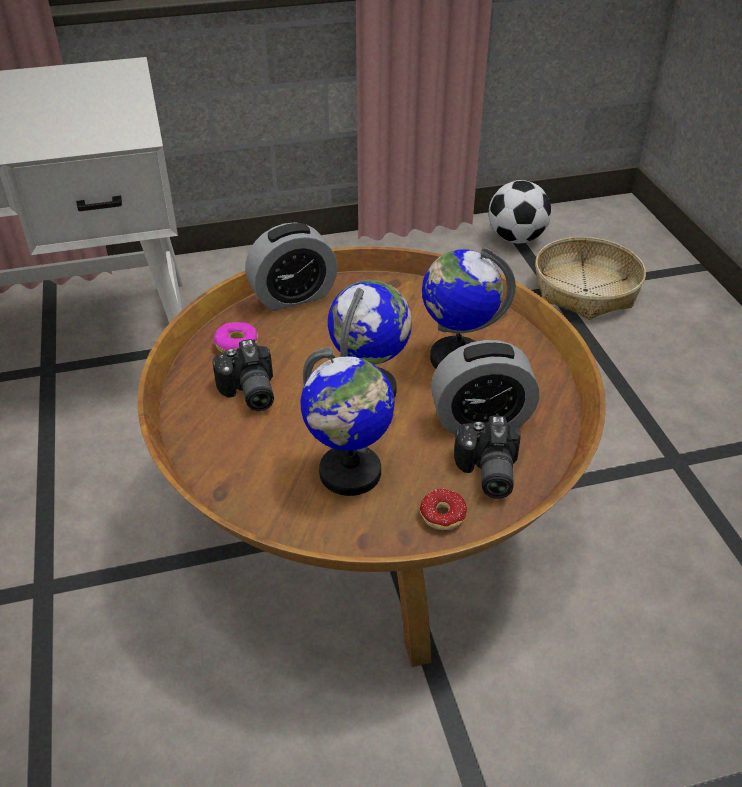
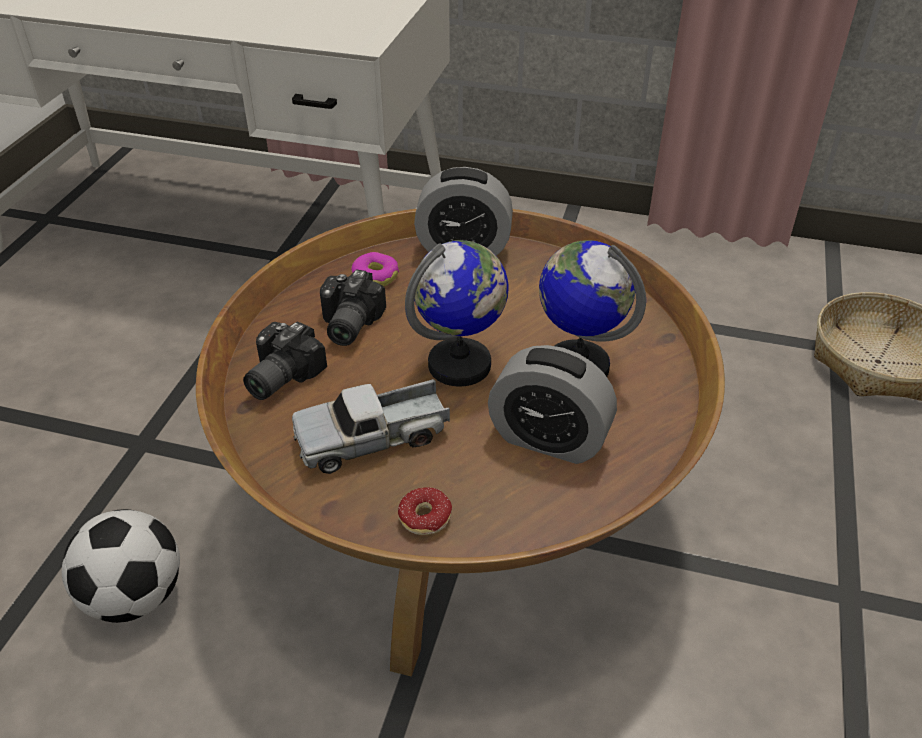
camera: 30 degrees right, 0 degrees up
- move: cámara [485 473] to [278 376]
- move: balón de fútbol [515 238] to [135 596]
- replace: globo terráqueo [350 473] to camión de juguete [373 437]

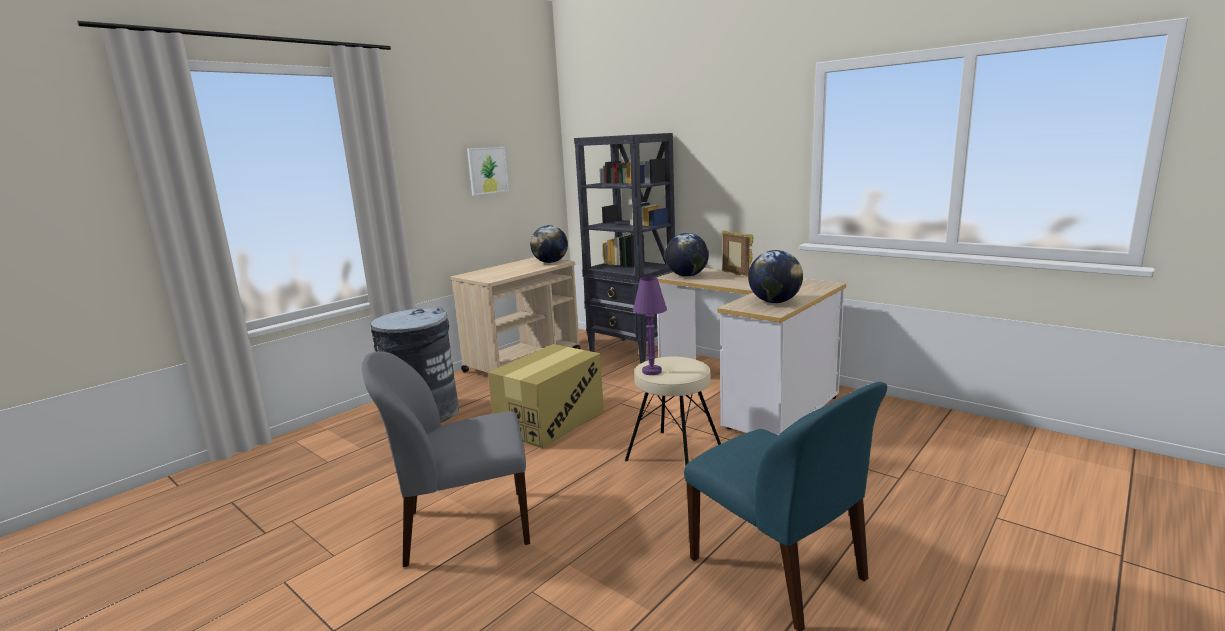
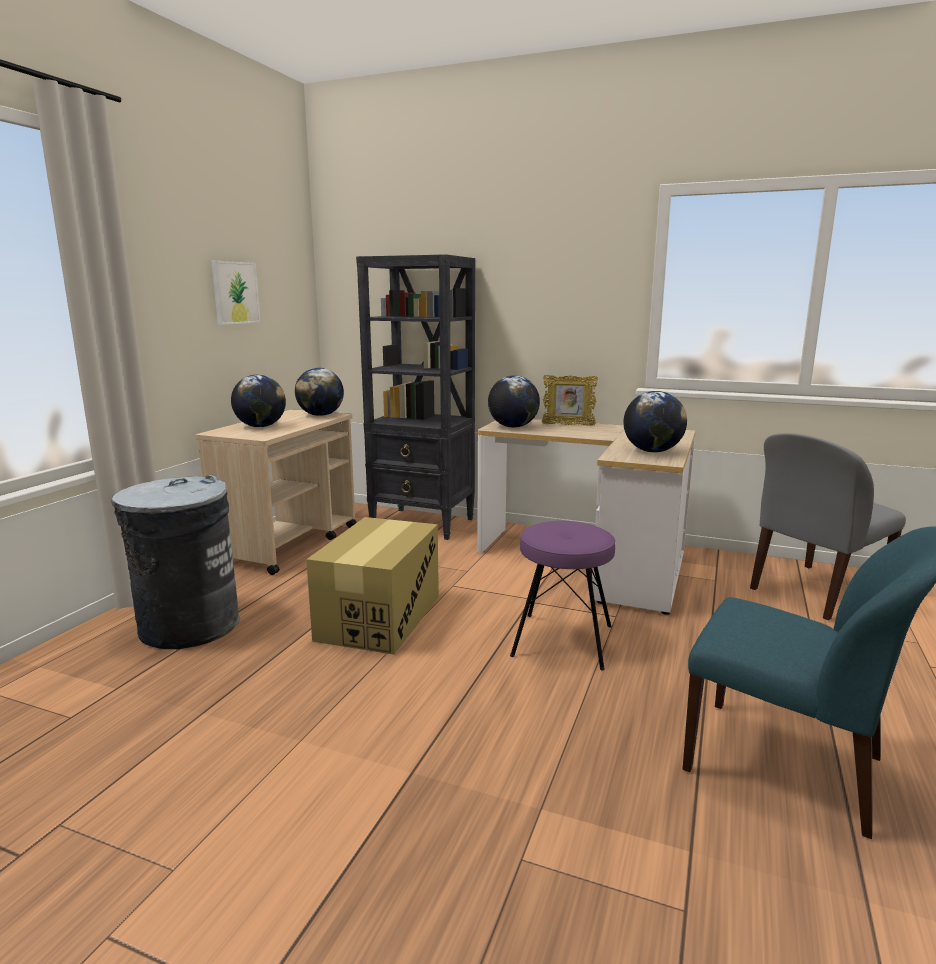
camera: 20 degrees left, 0 degrees up
- delete: lámpara de mesa (morado) [651 371]
- insert: globo terráqueo [260 426]
- move: silla (gris) [463 527] to [815 592]
- recolor: taburete (beis) [674 454] to taburete (morado) [562 640]
- rotate: portarretratos [736 275] = [568 425] 150 degrees clockwise

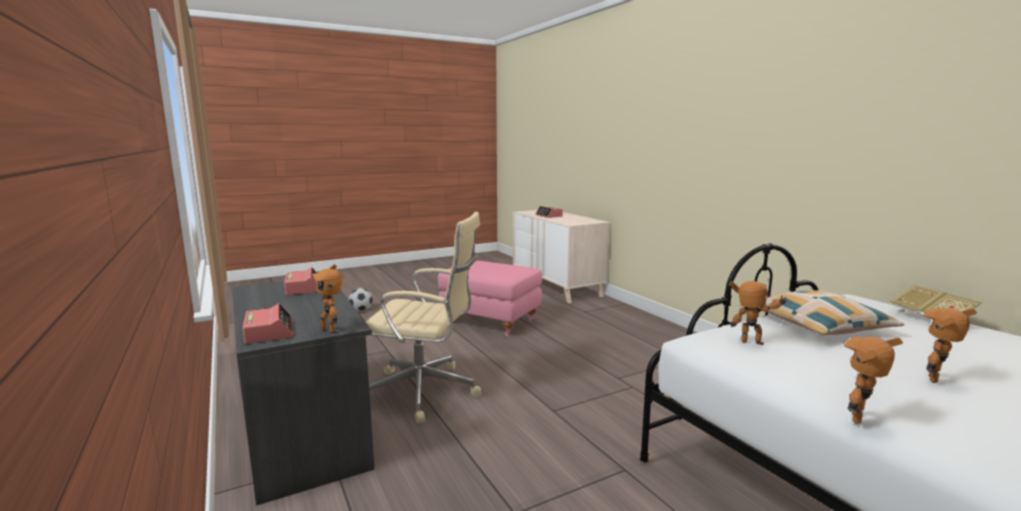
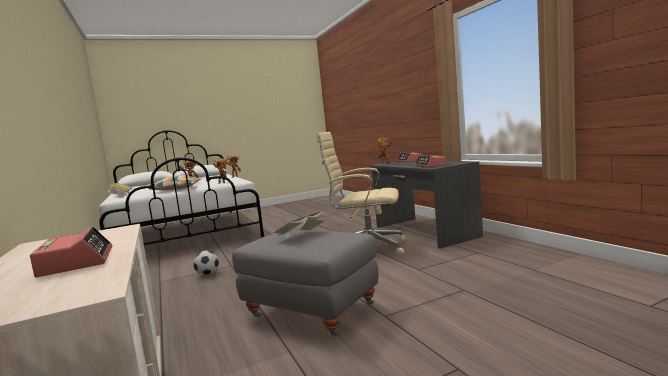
camera: 175 degrees left, 5 degrees down
- insert: libro [302 236]
- move: balón de fútbol [361 310] to [208 274]
- recolor: puf (rosa) [491 321] to puf (gris) [310 313]

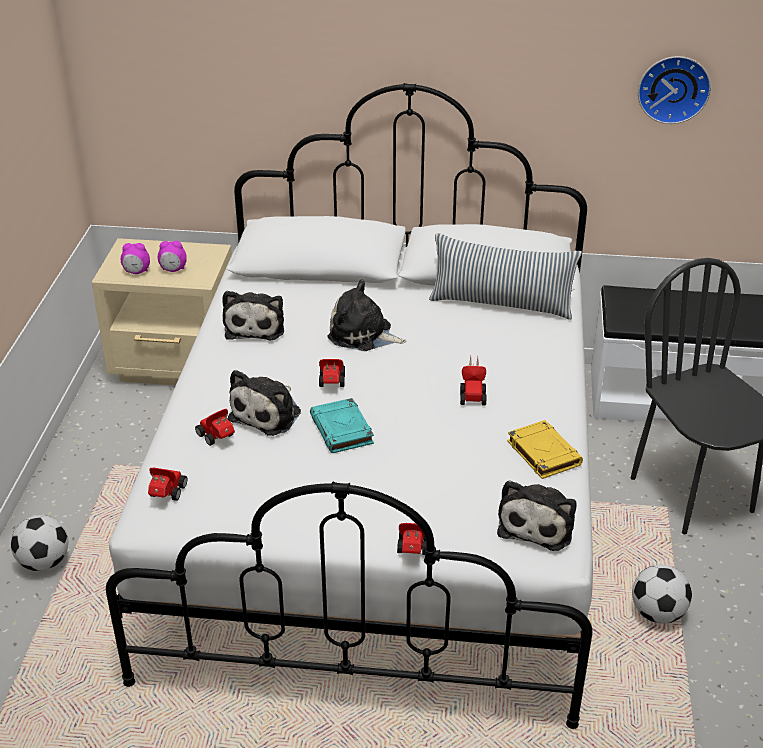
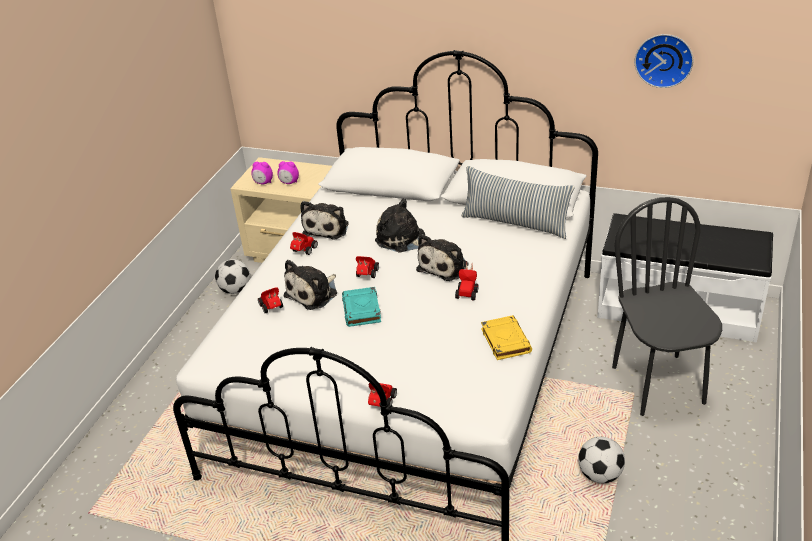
camera: 15 degrees right, 0 degrees up
- move: balón de fútbol [44 562] to [235 290]
- move: coche de juguete [166 495] to [303 251]
- move: peluche [537 523] to [445 266]

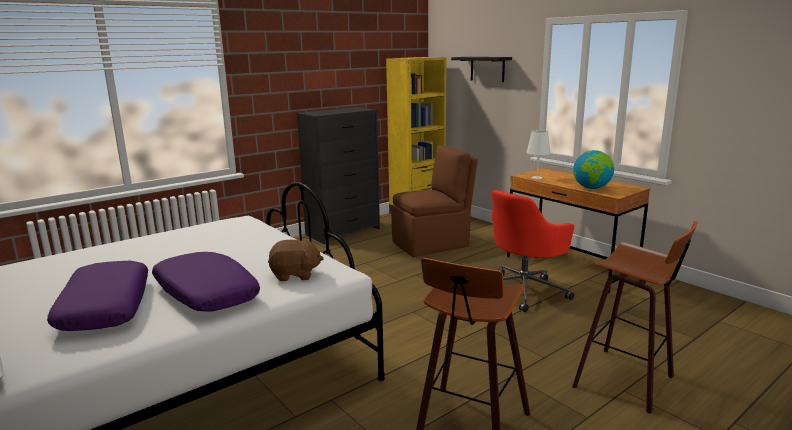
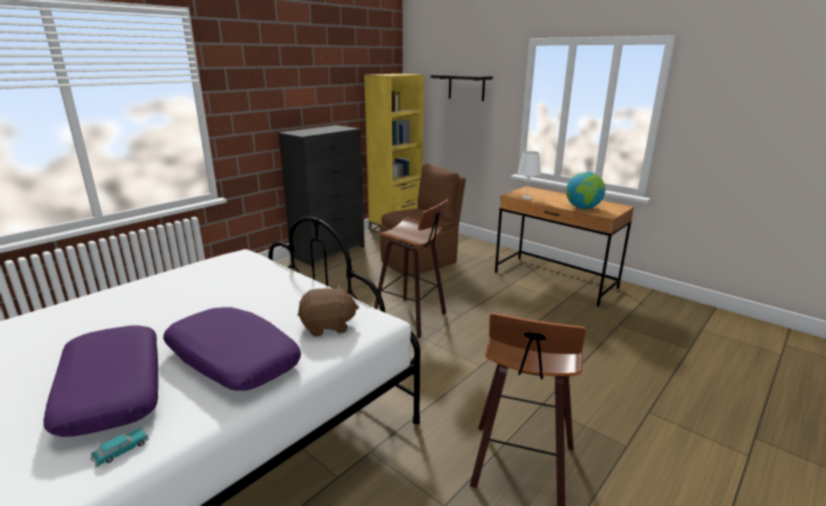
camera: 10 degrees left, 5 degrees up
- delete: silla de oficina (rojo) [524 291]
- insert: coche de juguete [121 451]
- move: taburete [628 381] to [412 318]

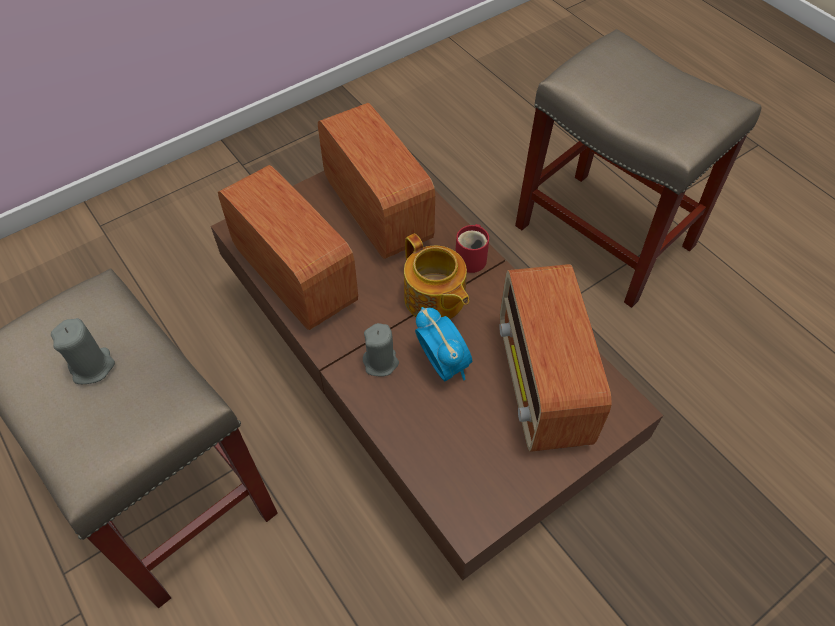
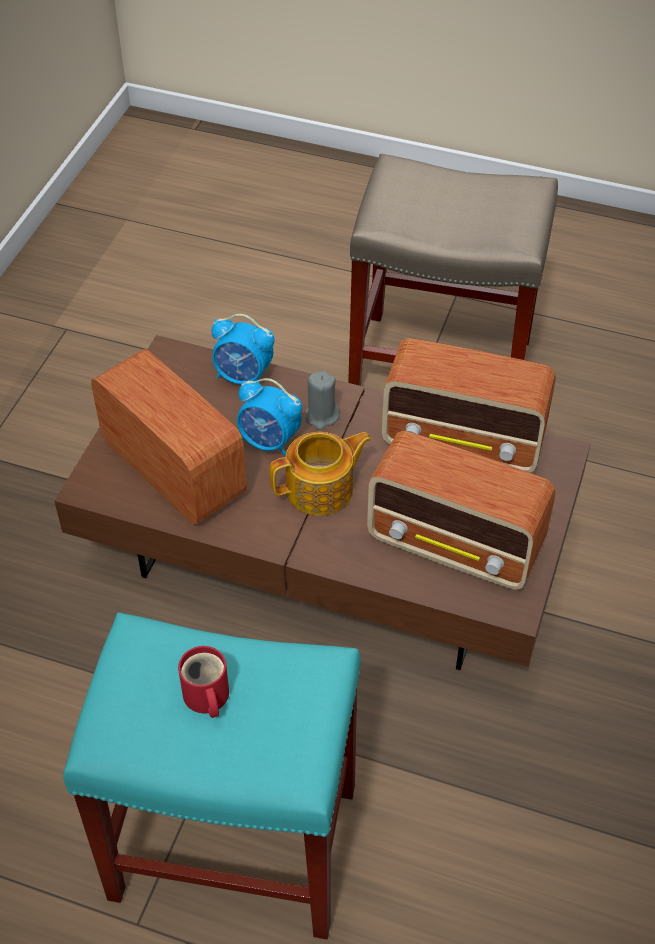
camera: 145 degrees right, 5 degrees down
- delete: vela (gris) [92 367]
- insert: despertador [243 377]
- move: taza grande (rojo) [472 258] to [205 698]
- recolor: taburete (beis) [606 237] to taburete (turquesa) [230 842]
- rotate: tetera [434 299] = [321 489] 135 degrees clockwise

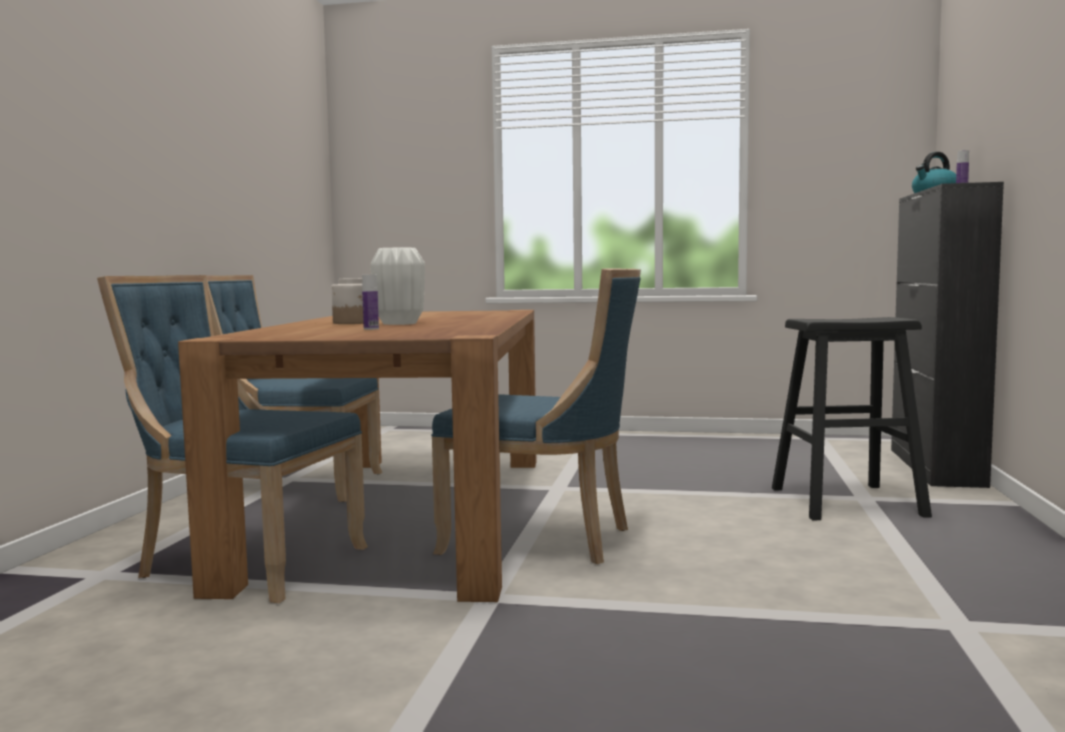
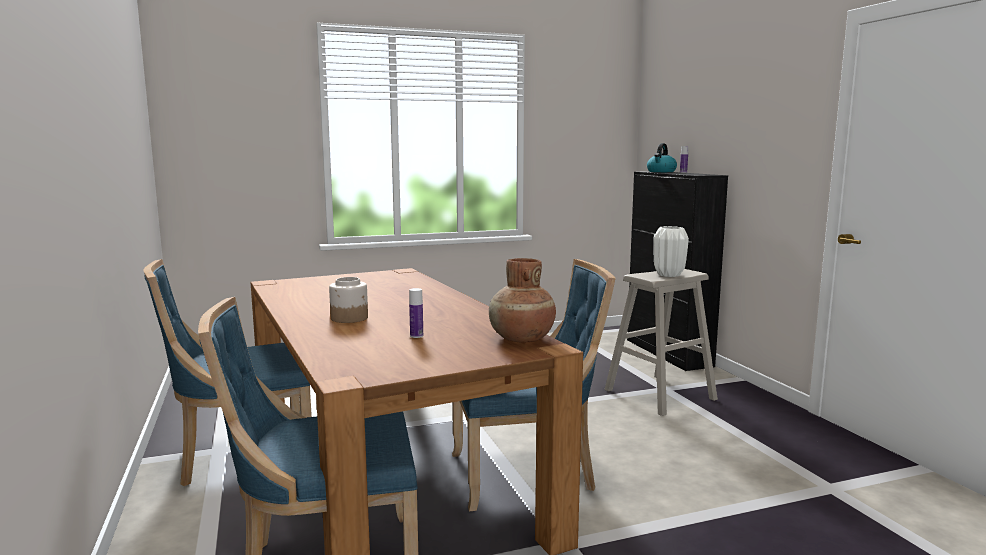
camera: 30 degrees left, 5 degrees up
- insert: florero (marrón) [521 339]
- move: florero (blanco) [399 323] to [668 275]
- recolor: taburete (negro) [846 502] to taburete (beis) [660 394]

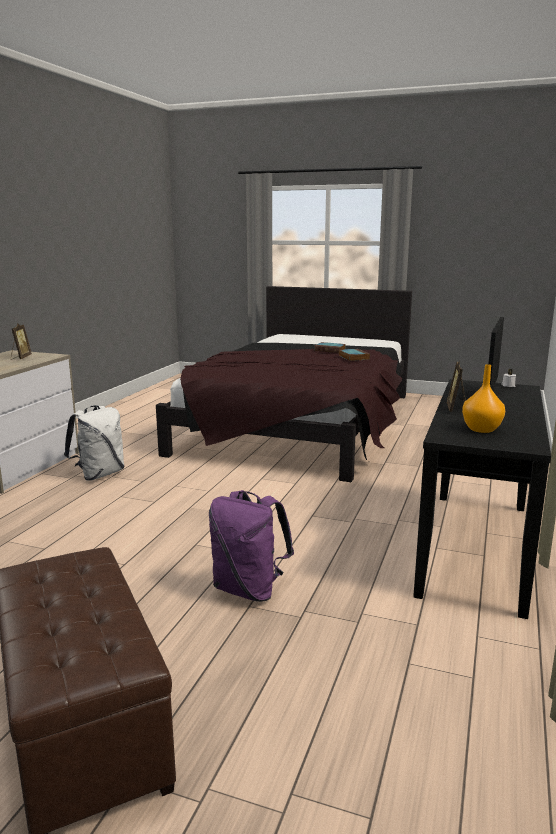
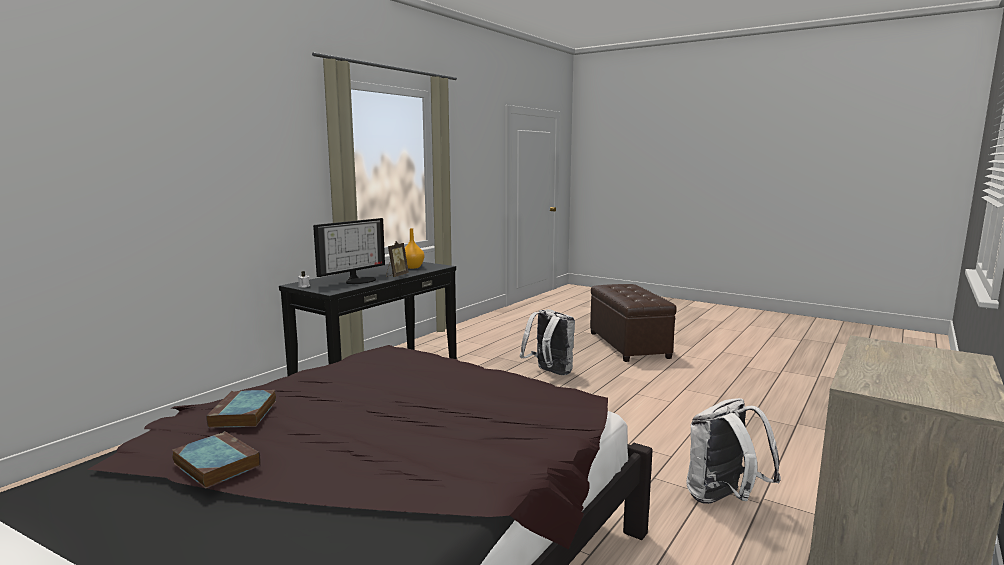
camera: 165 degrees left, 5 degrees down
- delete: portarretratos [20 358]
- recolor: mochila (morado) [249 589] to mochila (blanco) [549 373]

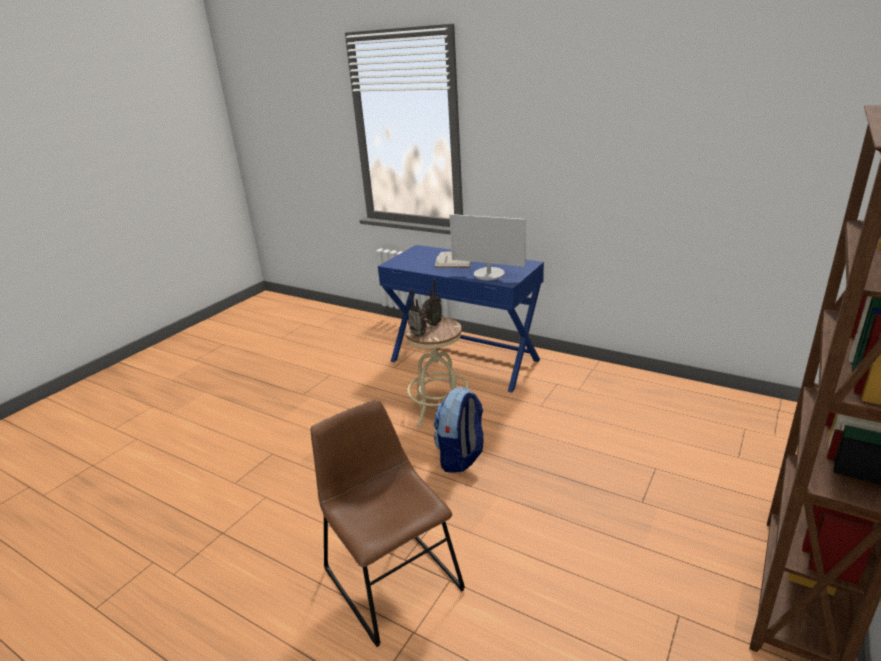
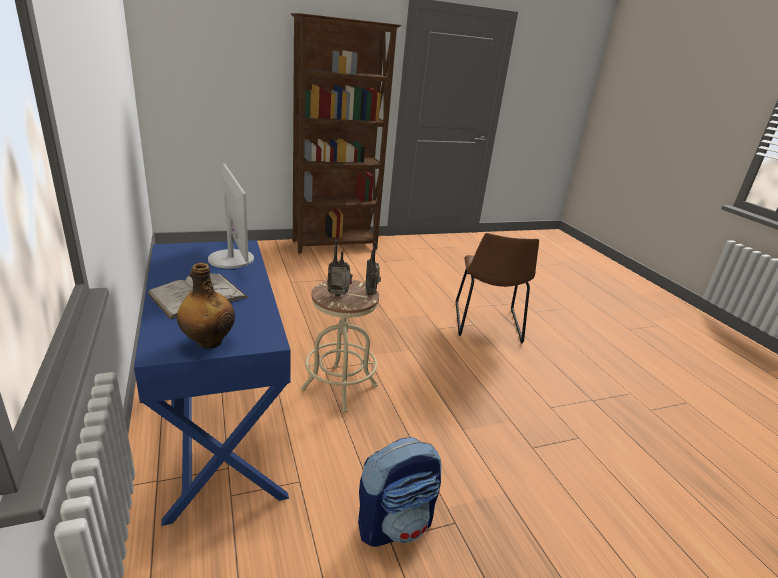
camera: 145 degrees left, 0 degrees up
- insert: botella [208 342]
- move: mochila [461 457] to [395 524]

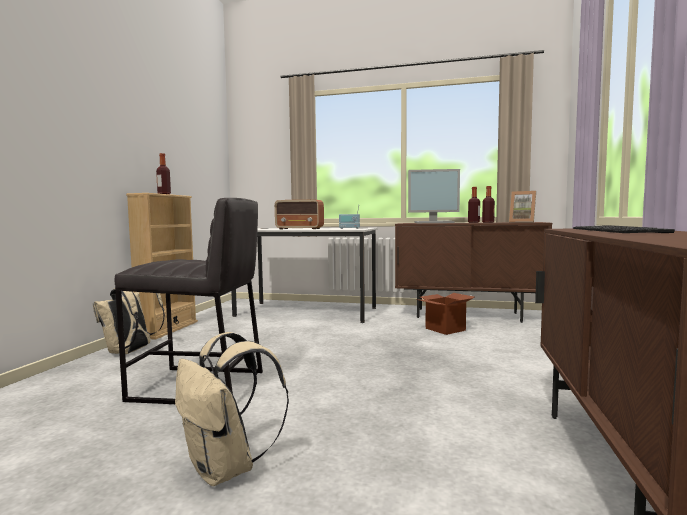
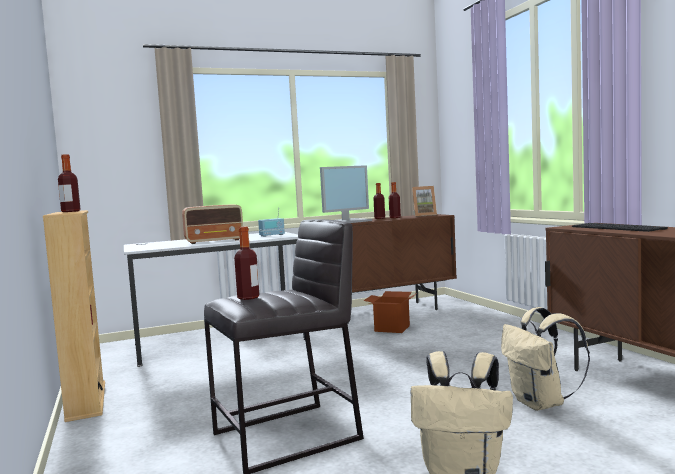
camera: 35 degrees left, 0 degrees up
- insert: botella [248 297]
- move: mochila (beis) [130 352] to [541 403]

